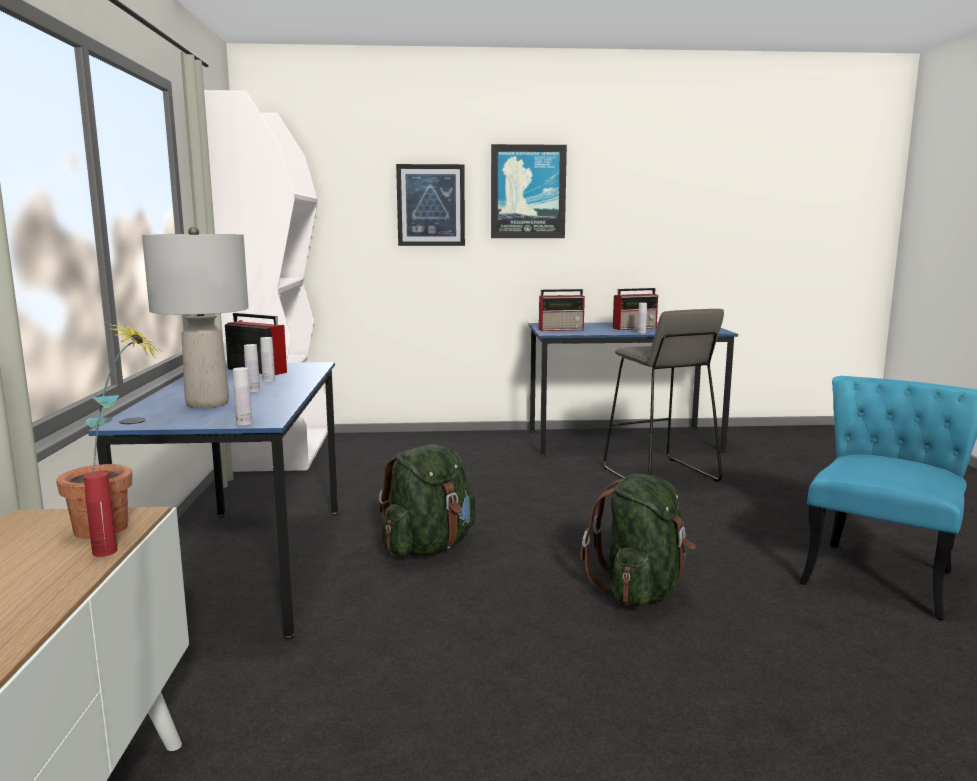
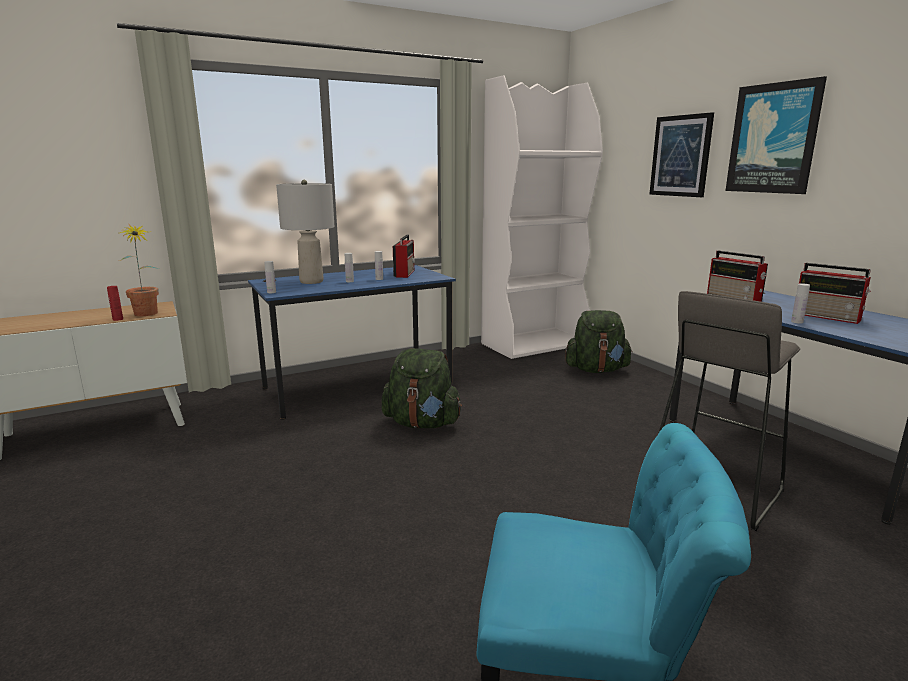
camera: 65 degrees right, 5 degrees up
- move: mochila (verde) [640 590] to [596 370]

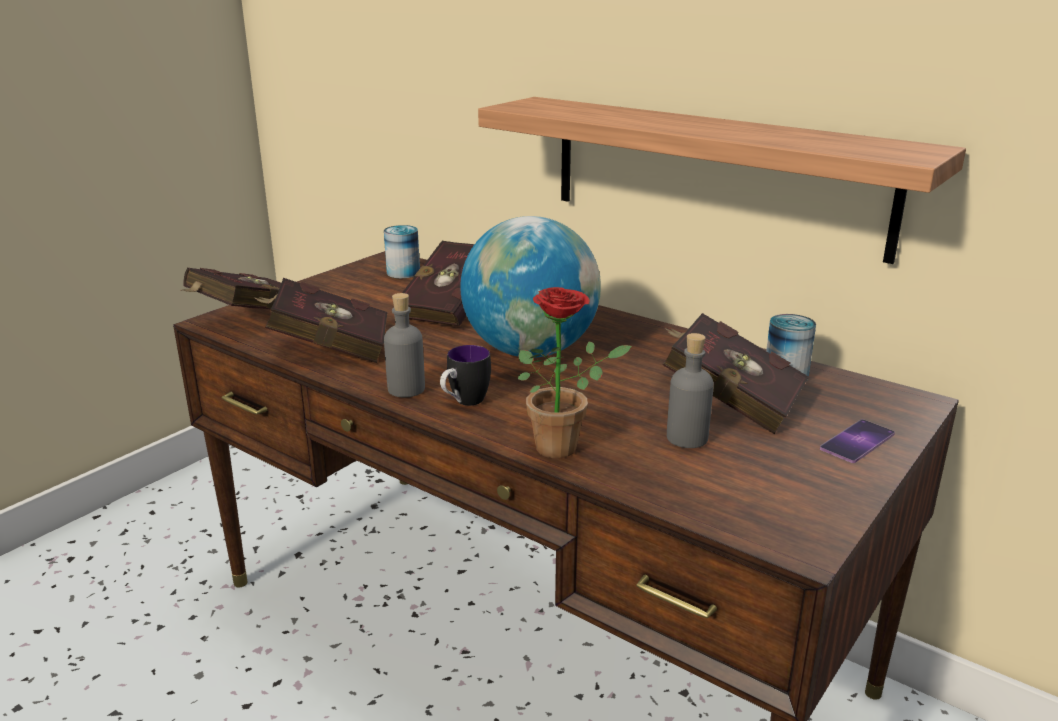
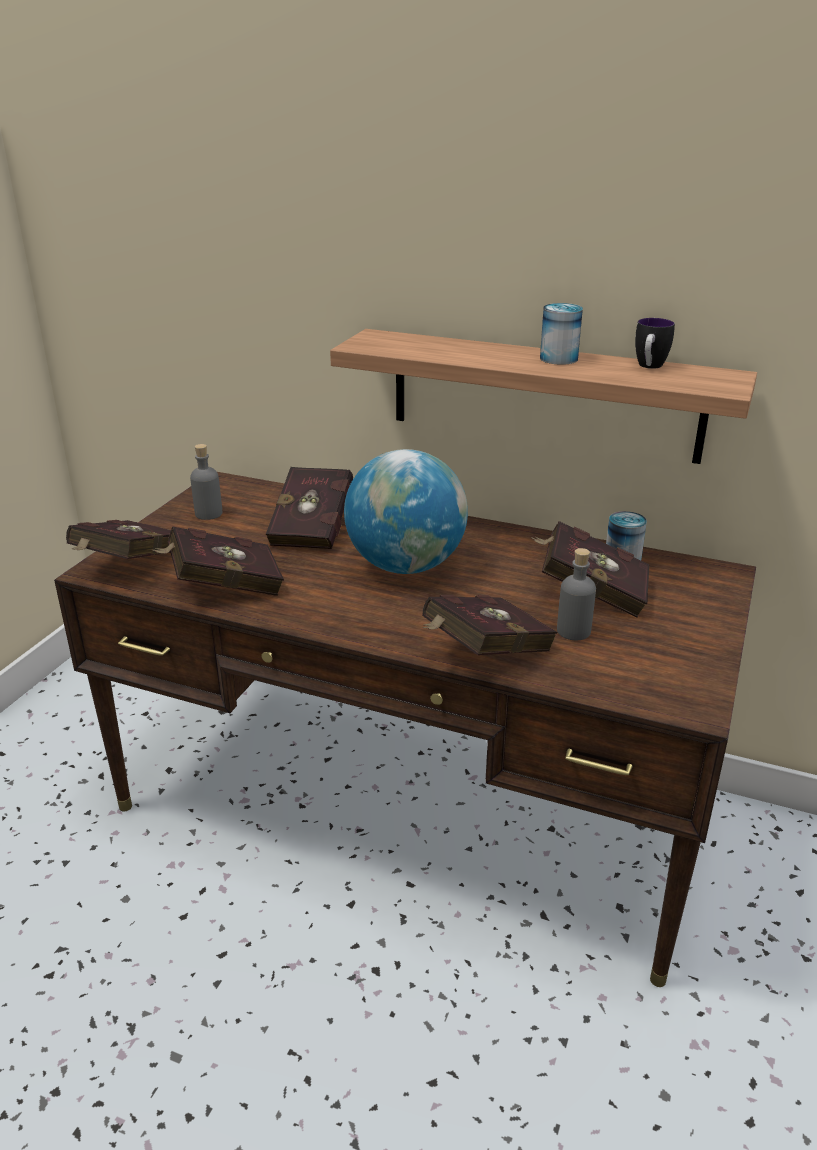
camera: 15 degrees left, 5 degrees up
- delete: móvil [857 441]
- move: lata [403 272] to [558 358]
- move: botella (gris) [406 389] to [208 514]
- move: taza grande [464 403] to [649 367]
- replace: planta en maceta [565 446] to libro (rojo) [483 653]

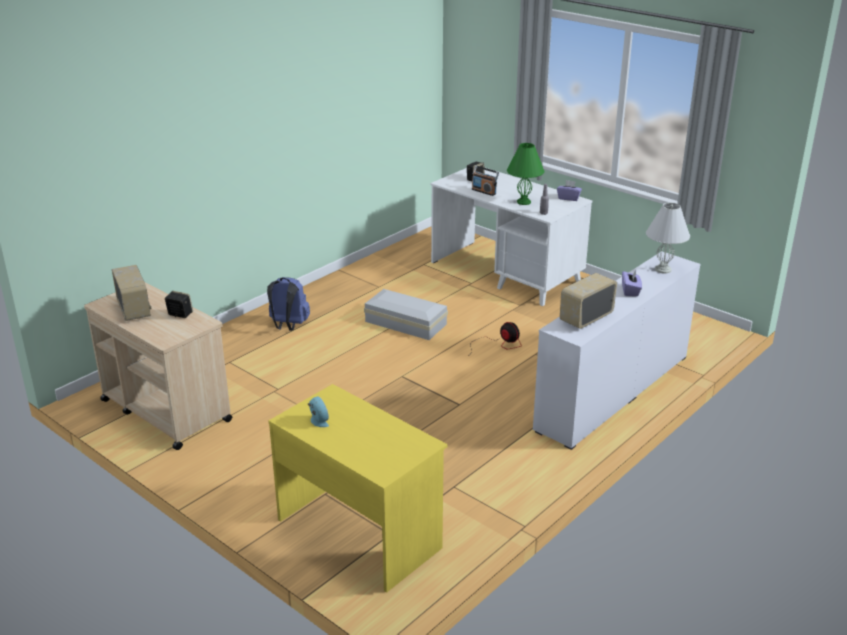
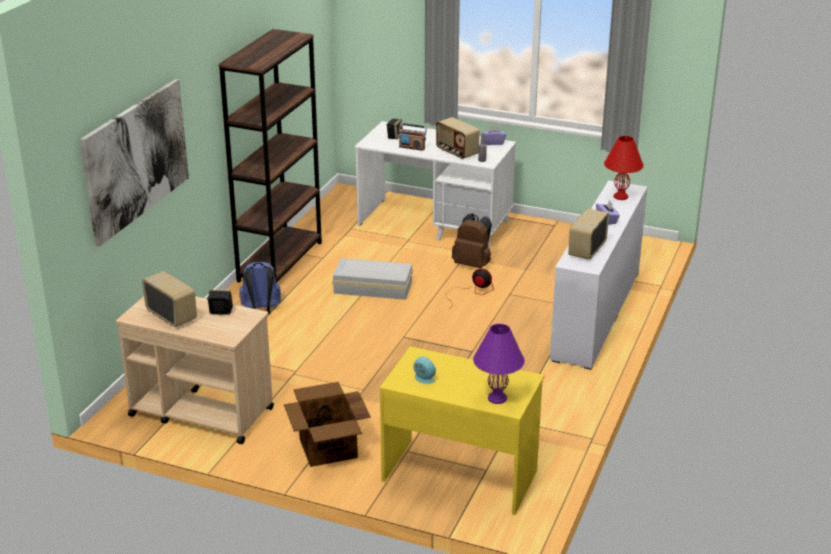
camera: 20 degrees left, 0 degrees up
- insert: cuadro [136 159]
- insert: estantería (marrón) [280 261]
- insert: caja de cartón [328 449]
- insert: mochila (marrón) [473 264]
- insert: lámpara de mesa (morado) [496 398]
- replace: lámpara de mesa (verde) [524 202] to radio [456 152]
- recolor: lámpara de mesa (blanco) [662 269] to lámpara de mesa (rojo) [620 196]

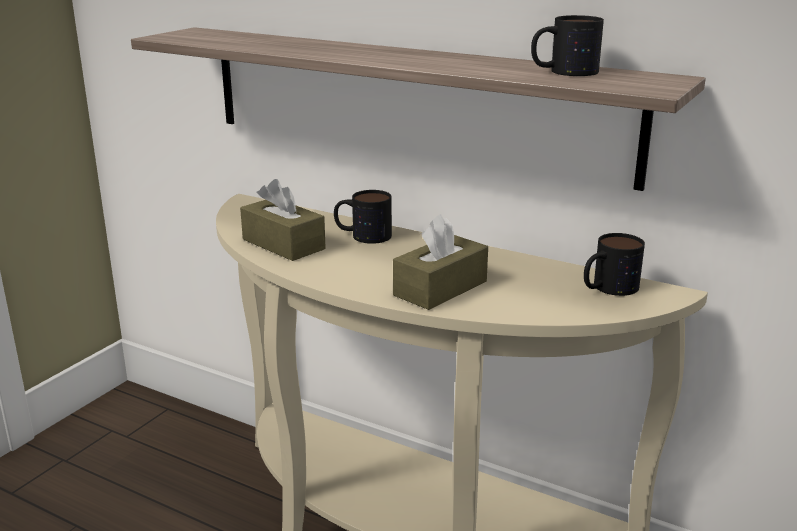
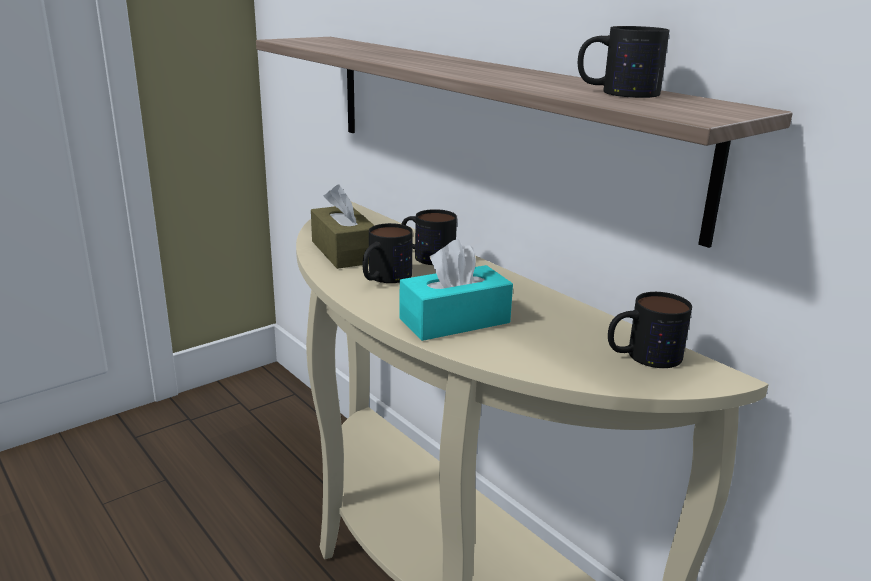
camera: 20 degrees right, 0 degrees up
- insert: taza grande [384 278]
- recolor: caja de pañuelos (marrón) [440 288] to caja de pañuelos (turquesa) [454 321]

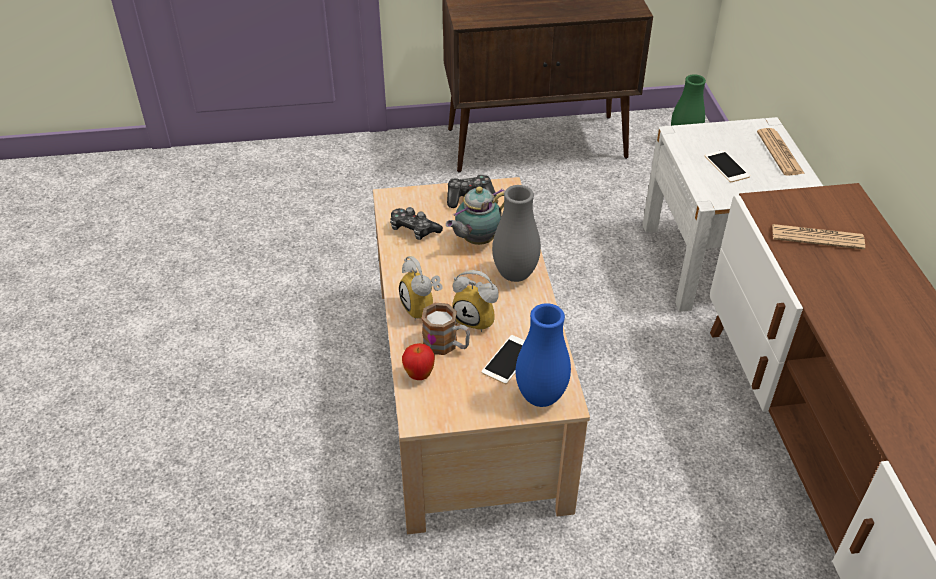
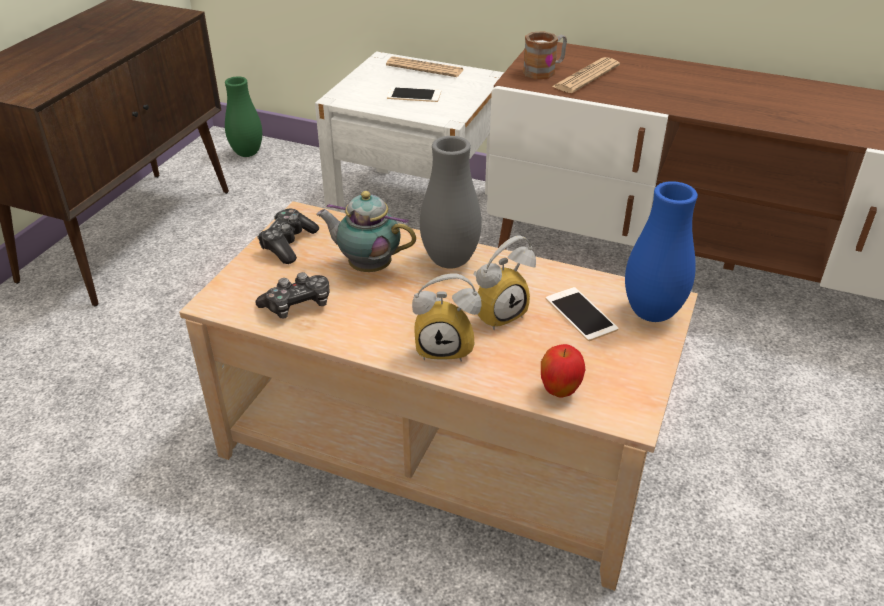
camera: 60 degrees left, 5 degrees down
- move: taza grande [446 345] to [544 71]
- rotate: tetera [476 240] = [367 266] 120 degrees clockwise

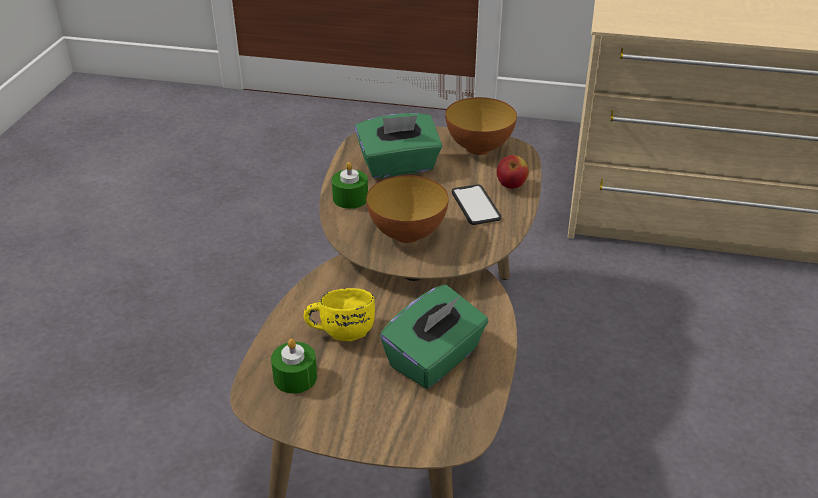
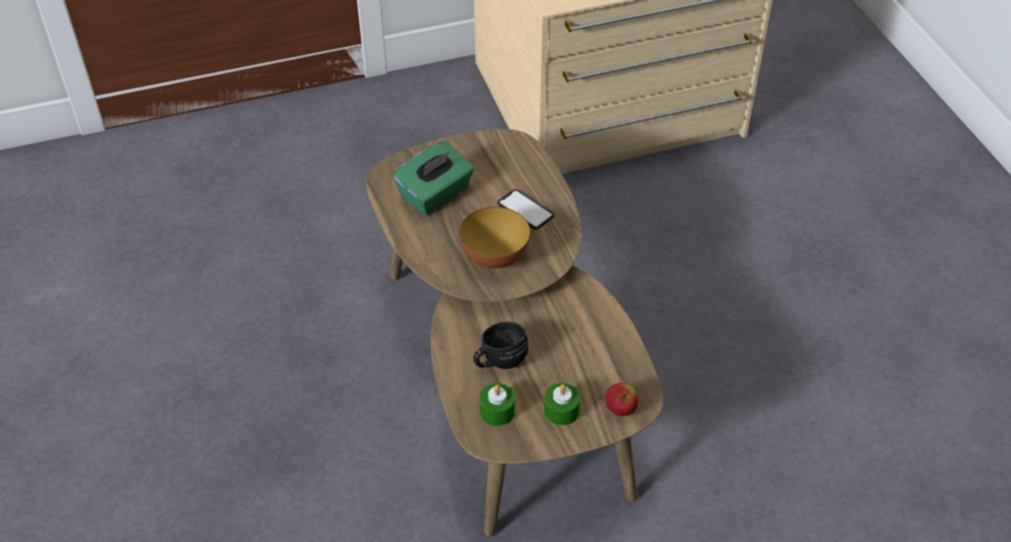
camera: 30 degrees left, 10 degrees up
- delete: caja de pañuelos (verde) [435 359]
- delete: cuenco [479 148]
- move: vela (verde) [350 198] to [561 411]
- move: manzana [511 186] to [620 409]
- recolor: taza grande (amarillo) [341 331] to taza grande (negro) [498 360]

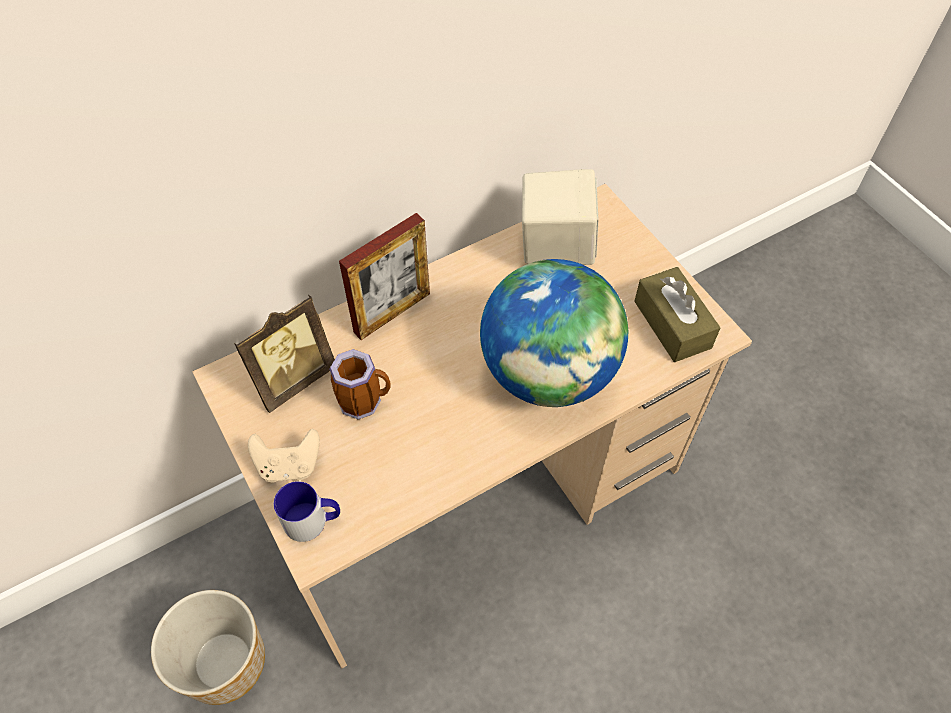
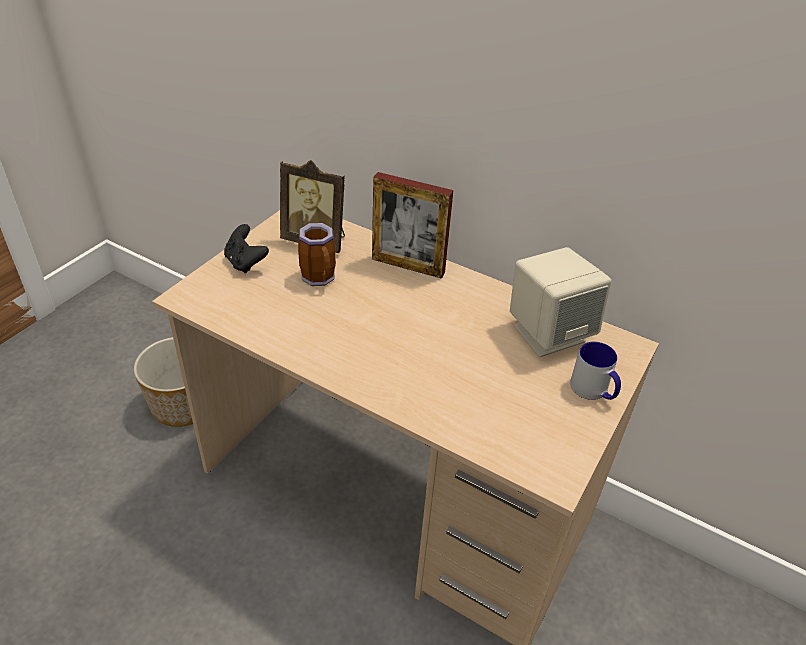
camera: 60 degrees right, 15 degrees down
- delete: globo terráqueo [548 372]
- delete: caja de pañuelos (marrón) [672 324]
- move: taza grande [313 521] to [593 391]
- recolor: mando de consola (beis) [289 465] to mando de consola (negro) [245 263]

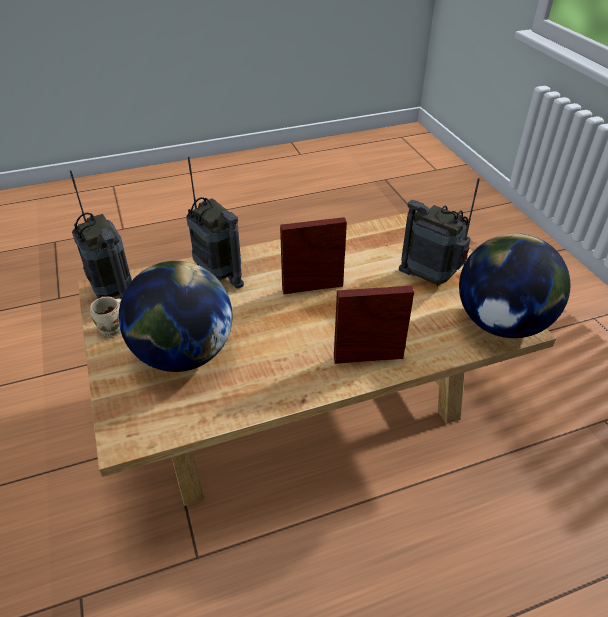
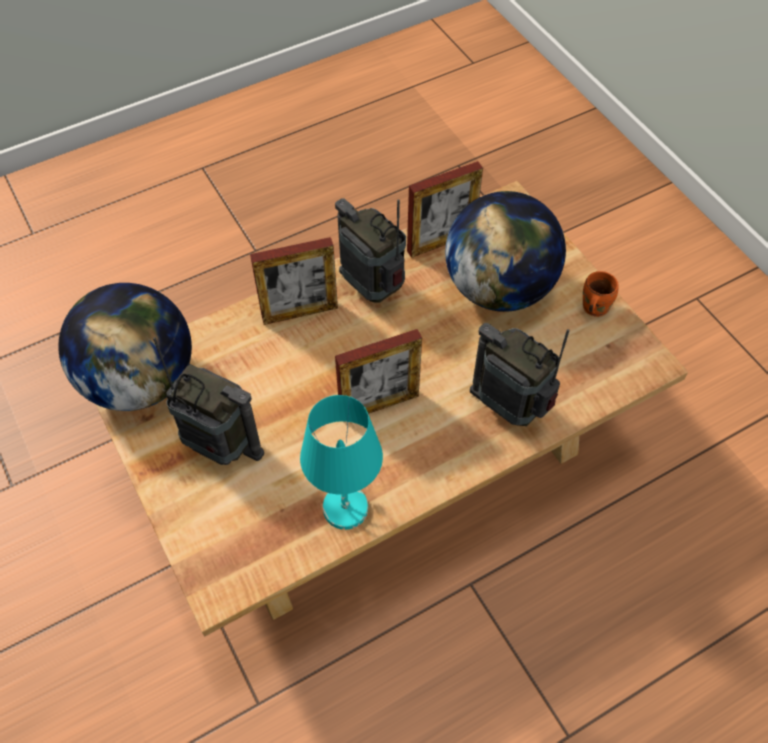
camera: 170 degrees right, 15 degrees up
- insert: lámpara de mesa (turquesa) [345 507]
- insert: portarretratos [441 242]
- move: radio [112 292] to [373 289]
- recolor: taza grande (beis) [114 329] to taza grande (naranja) [593 307]

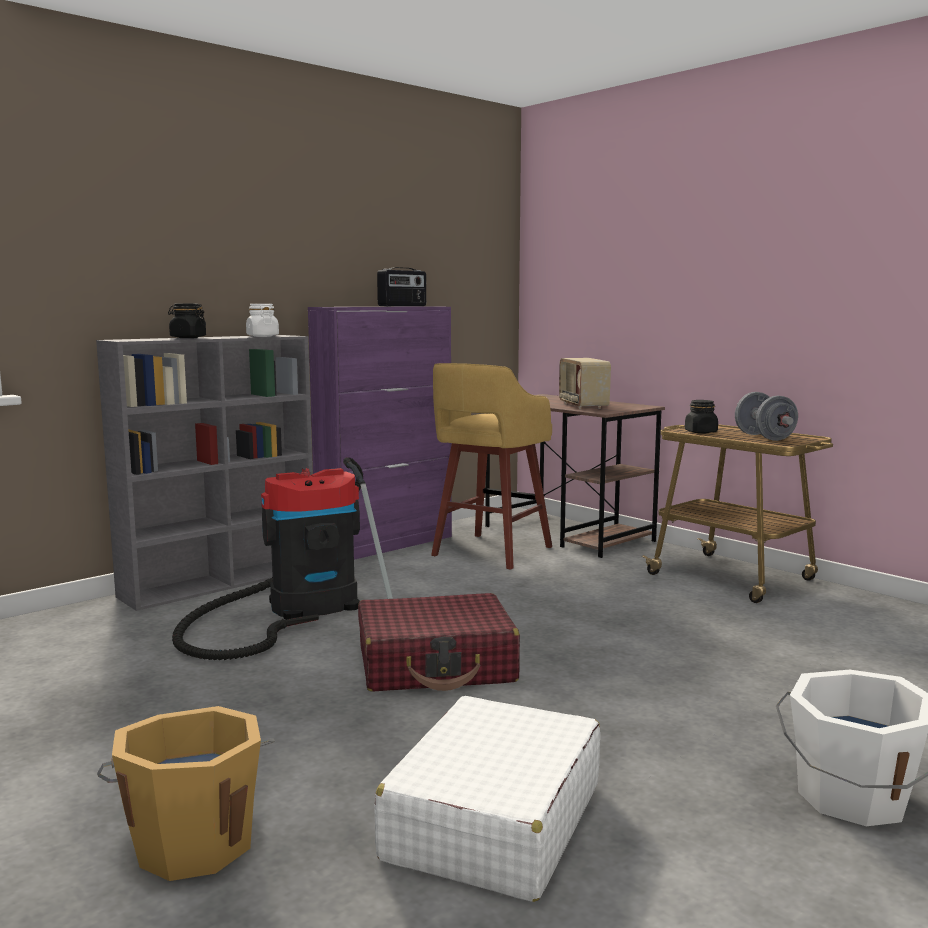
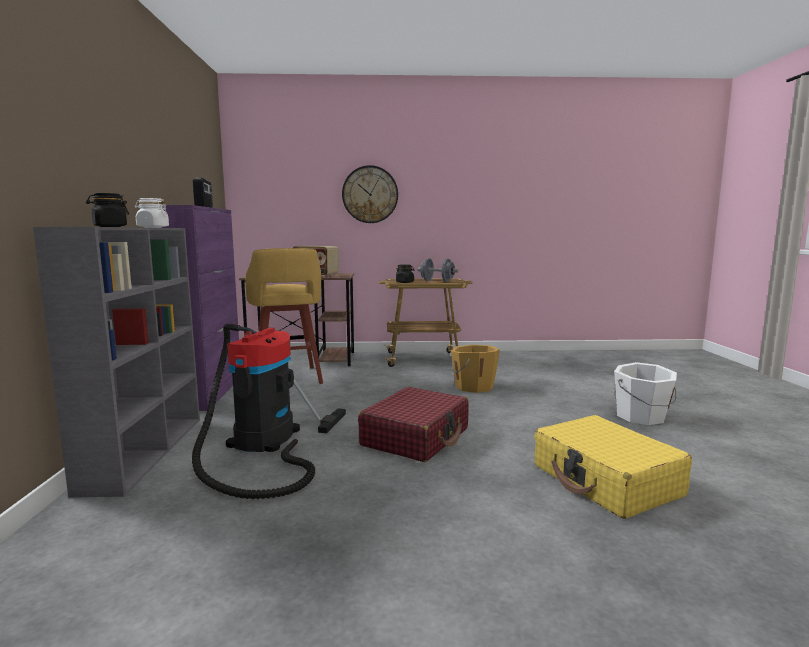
camera: 50 degrees left, 0 degrees up
- insert: reloj de pared [370 194]
- move: cubo (naranja) [194 842] to [473 386]
- recolor: maleta (blanco) [493 821] to maleta (amarillo) [606 481]

